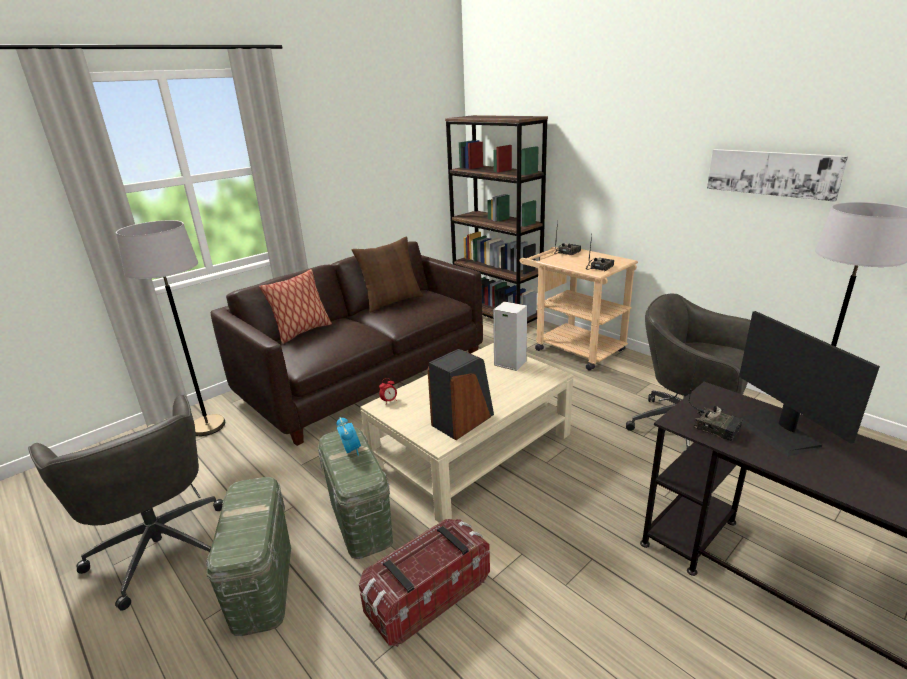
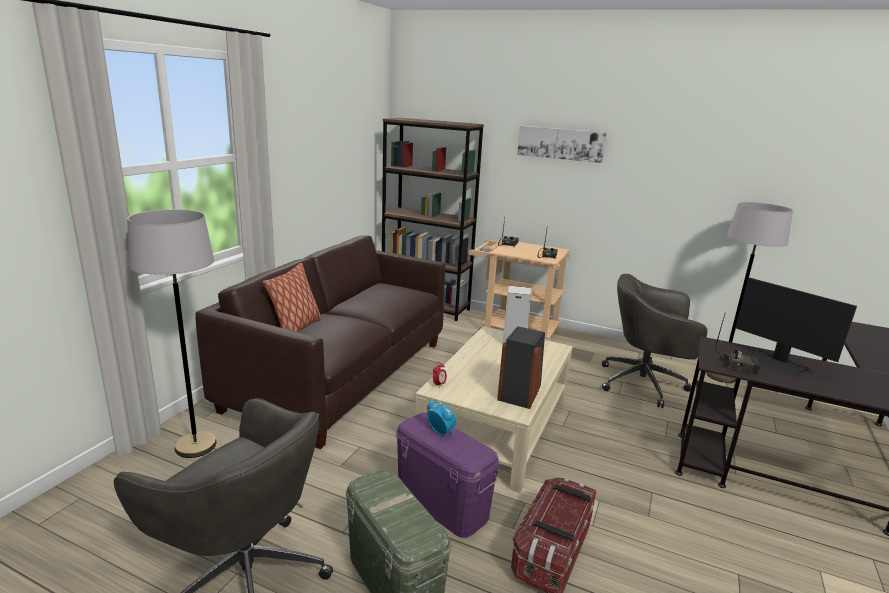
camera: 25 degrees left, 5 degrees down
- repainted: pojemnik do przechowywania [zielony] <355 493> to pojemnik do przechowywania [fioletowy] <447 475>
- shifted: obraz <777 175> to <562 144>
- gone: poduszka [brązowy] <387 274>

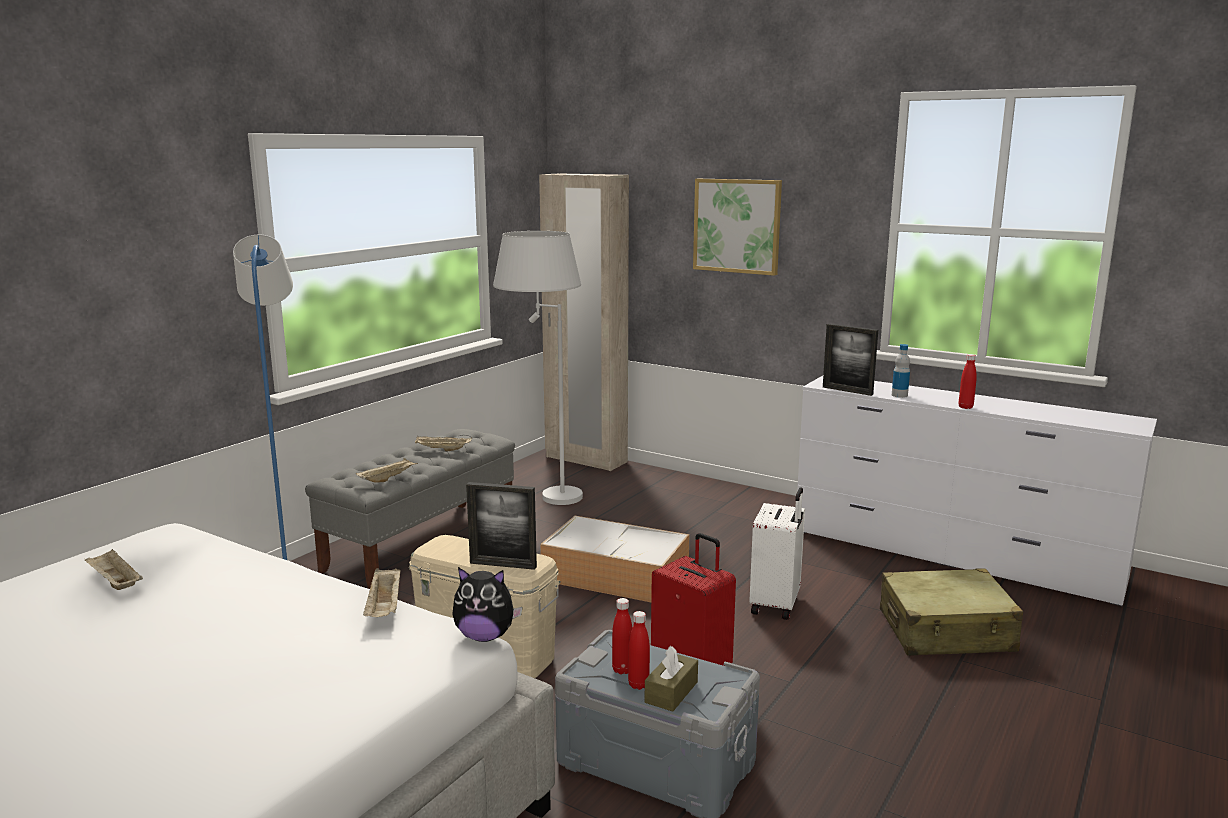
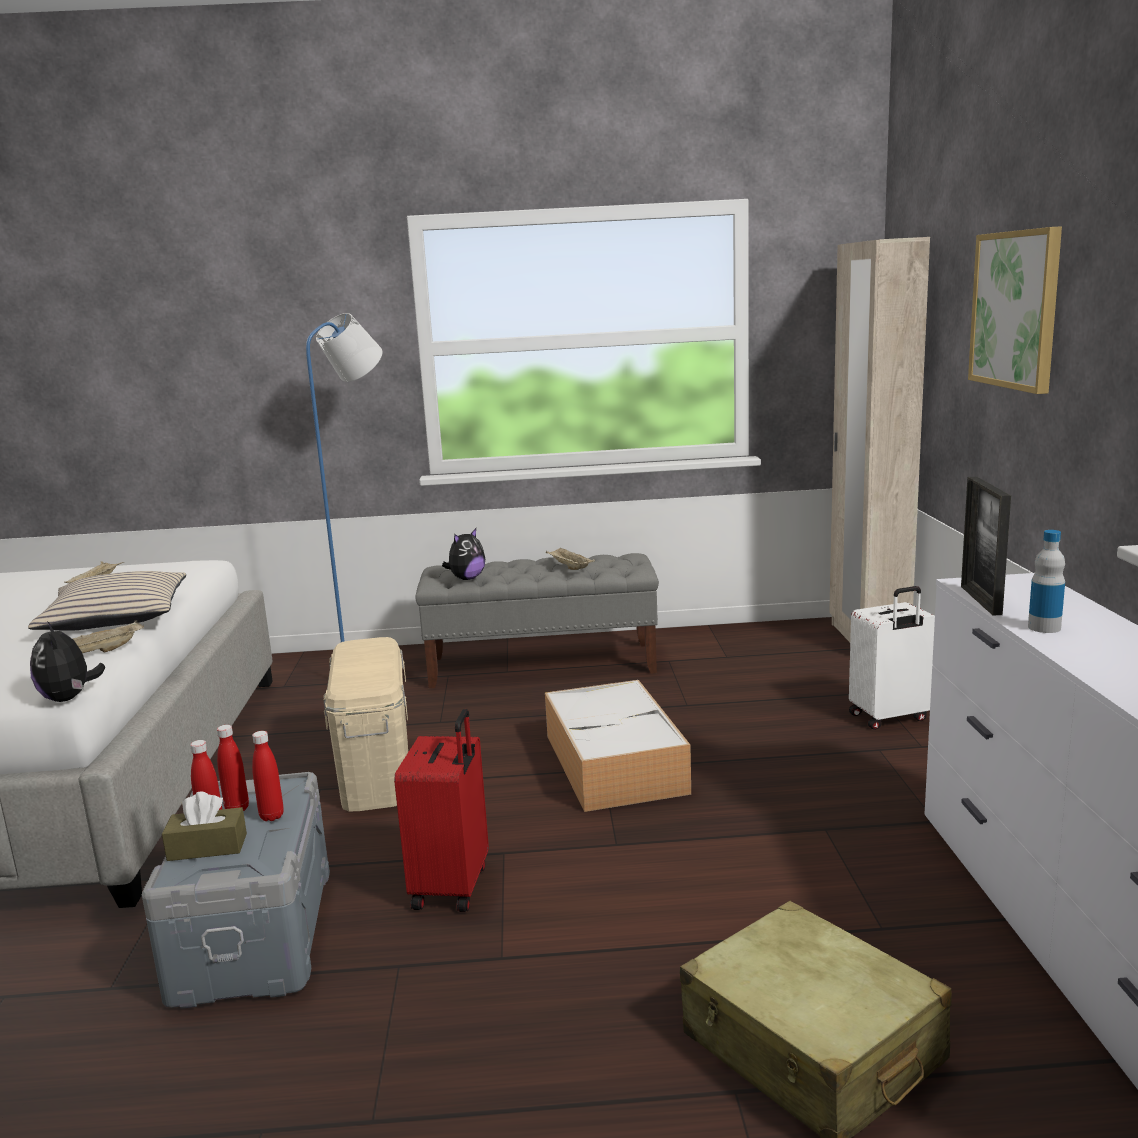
camera: 55 degrees right, 0 degrees up
- new: poduszka [beżowy] <107 601>
- shifted: butelka [czerwony] <967 381> to <268 776>
- swapped: taca [beżowy] <387 470> to pluszak <463 554>
- shifted: walizka [biały] <777 554> to <892 658>
- gone: ramka na zdjęcie <501 526>
- gone: lampa stojąca [biały] <538 368>

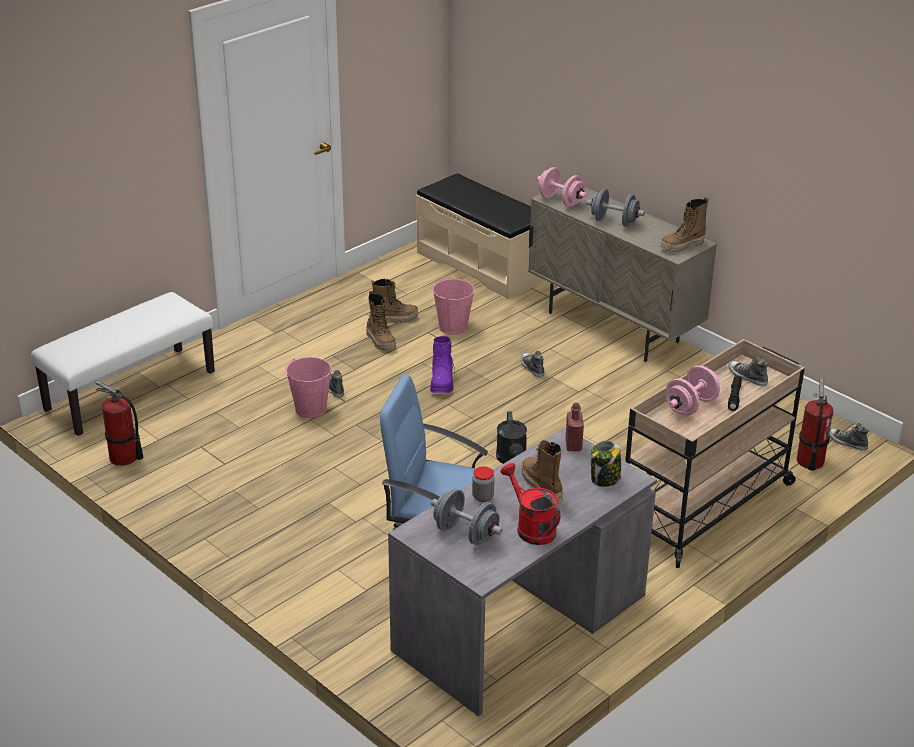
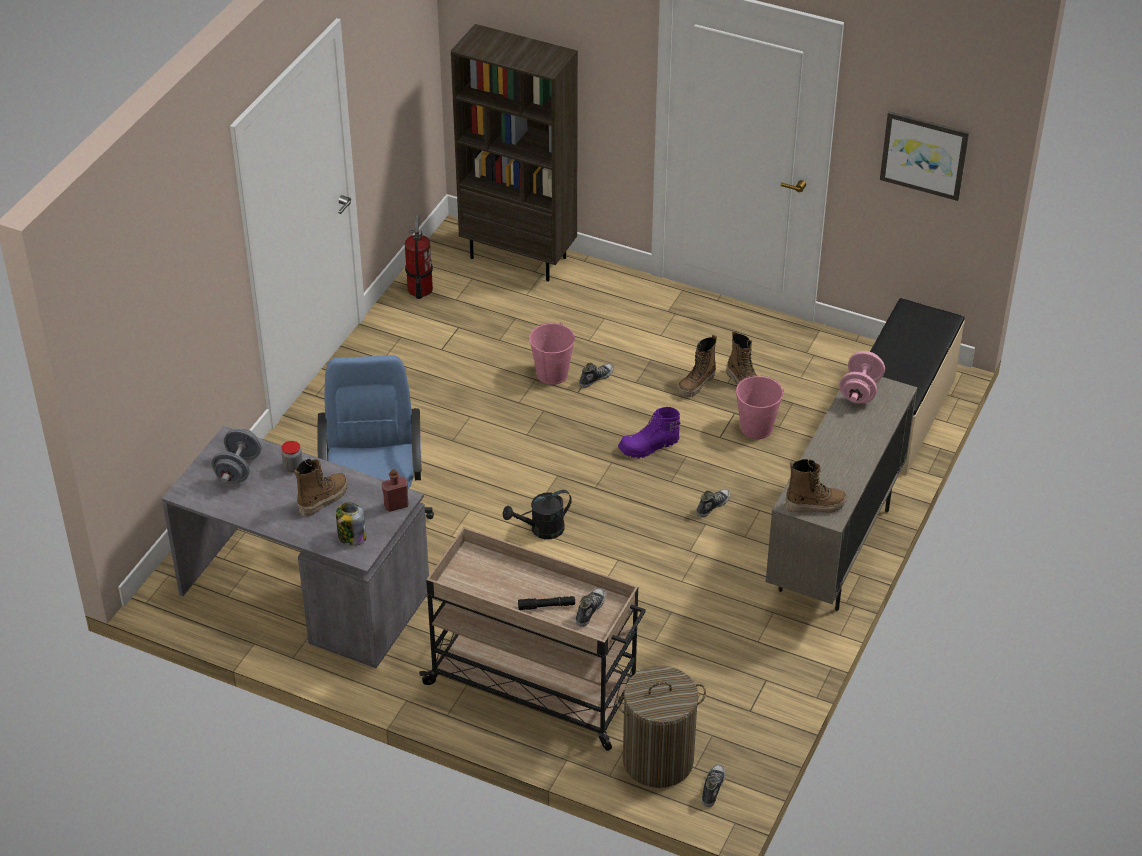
camera: 70 degrees right, 10 degrees up
- swapped: ławka [biały] <123 364> to regał [brązowy] <514 153>
- swapped: gaśnica <815 424> to kosz na pranie <661 727>
- rotated: but z cholewką <685 224> = <815 486> 135 degrees clockwise
- new: obraz <924 156>
- gone: konewka [czerwony] <530 504>
- gone: hantel [szary] <615 208>
- gone: hantel [różowy] <693 390>

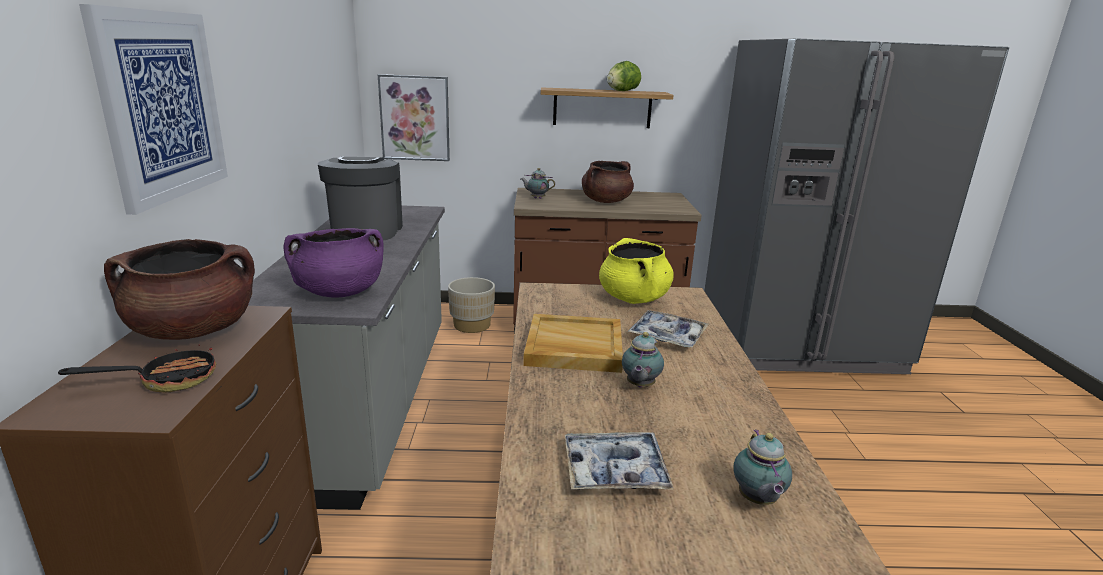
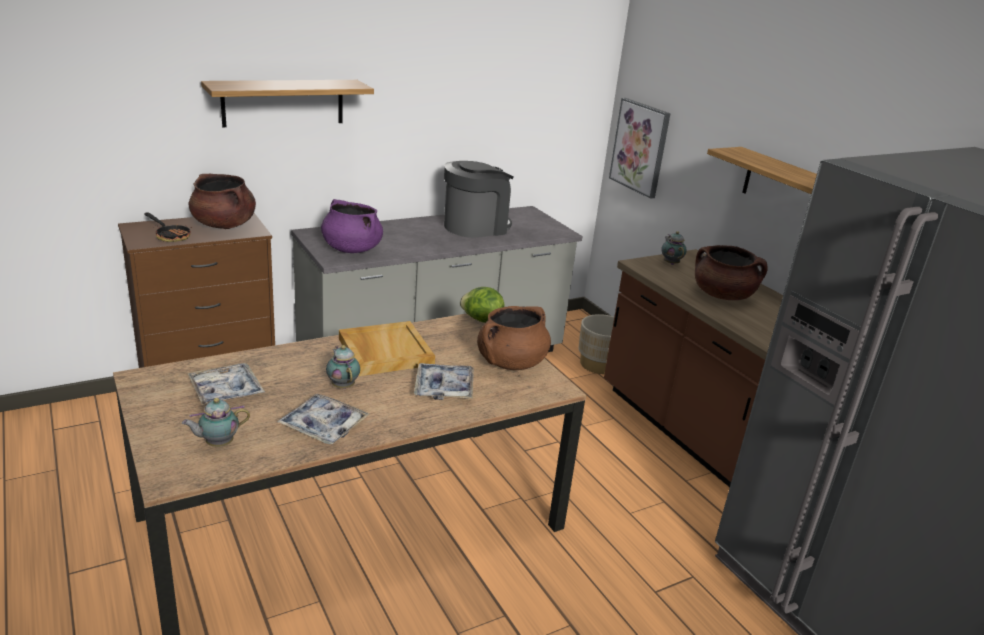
camera: 60 degrees right, 5 degrees up
- swapped: obraz <153 109> to półka <287 103>
- new: taca <323 419>
- rotated: imbryk <643 360> = <343 367> 75 degrees clockwise
- shifted: sałata <624 76> to <482 305>
- repainted: garnek [żółty] <636 271> to garnek [brązowy] <514 338>

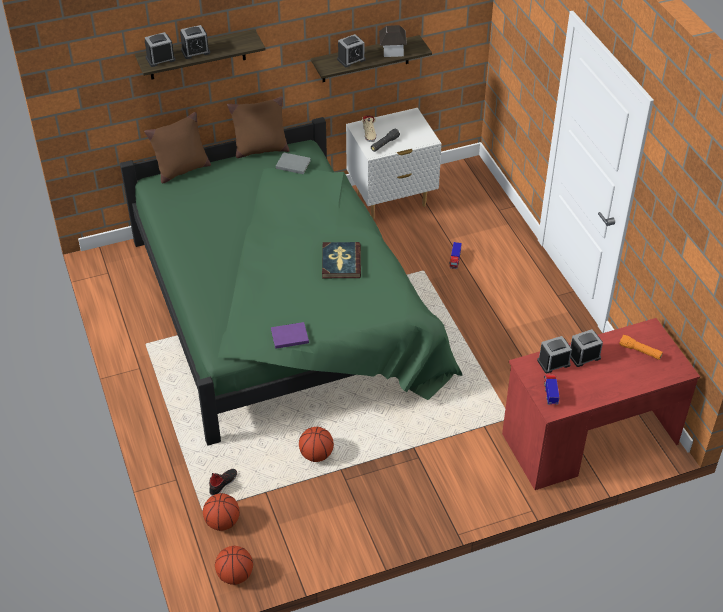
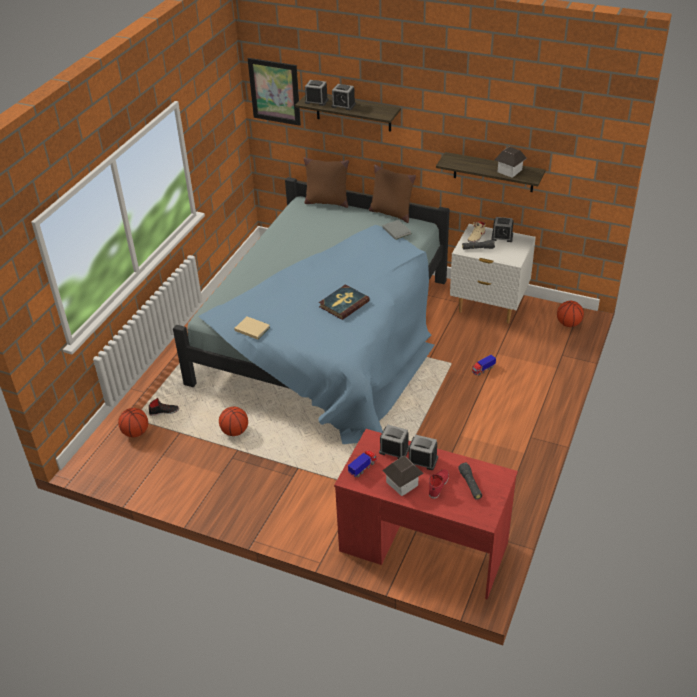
camera: 45 degrees right, 5 degrees down
- repainted: łóżko [zielony] <291 281> to łóżko [niebieski] <311 310>
- repainted: książka [fioletowy] <290 335> to książka [beżowy] <252 328>
- new: obraz <274 92>
- new: domek <403 475>
- new: but [czerwony] <439 484>
- repainted: latarka [pomarańczowy] <641 347> to latarka [czarny] <470 481>
- shifted: budzik <351 50> to <502 229>
- shifted: piłka do koszykówki <234 565> to <570 314>

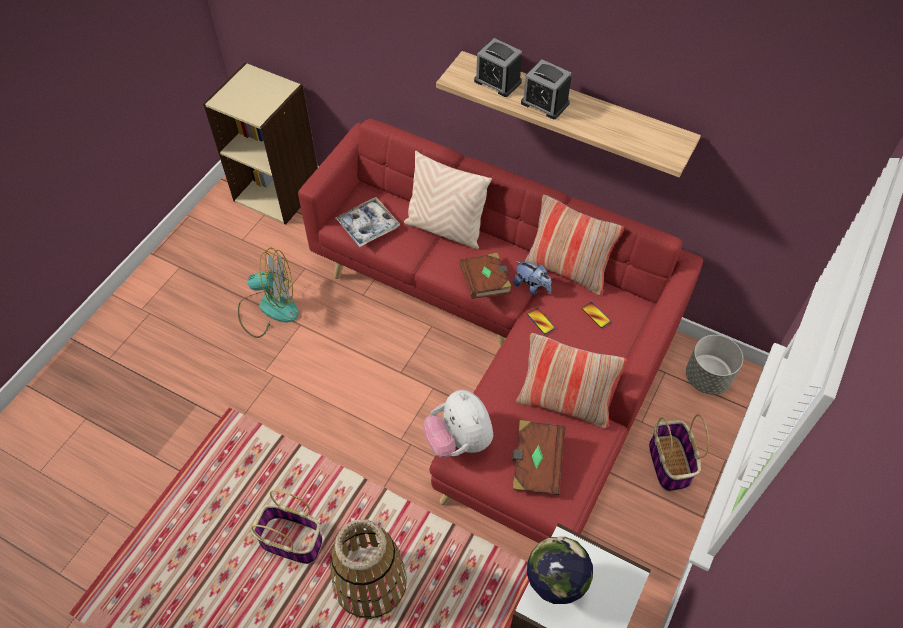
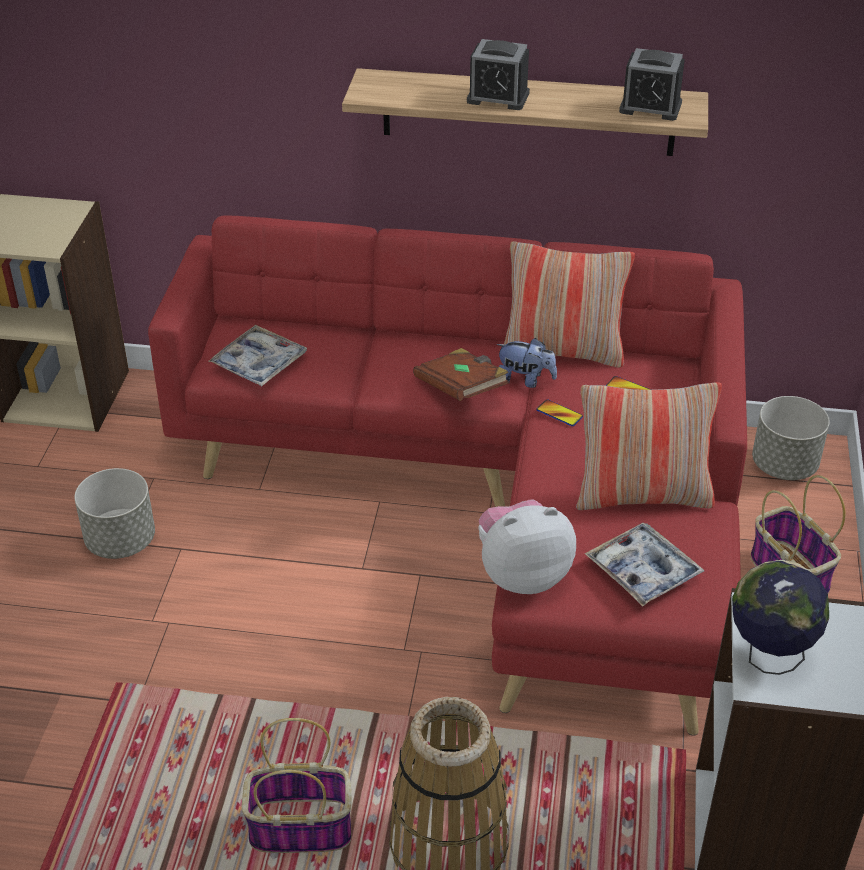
camera: 20 degrees left, 15 degrees down
- swapped: wentylator <268 293> to donica [szary] <114 513>
- rotated: pluszak <458 424> = <527 546> 120 degrees clockwise
- swapped: książka [brązowy] <539 457> to taca <644 564>
- shifted: budzik <498 67> to <652 84>
- gone: poduszka [beżowy] <448 200>

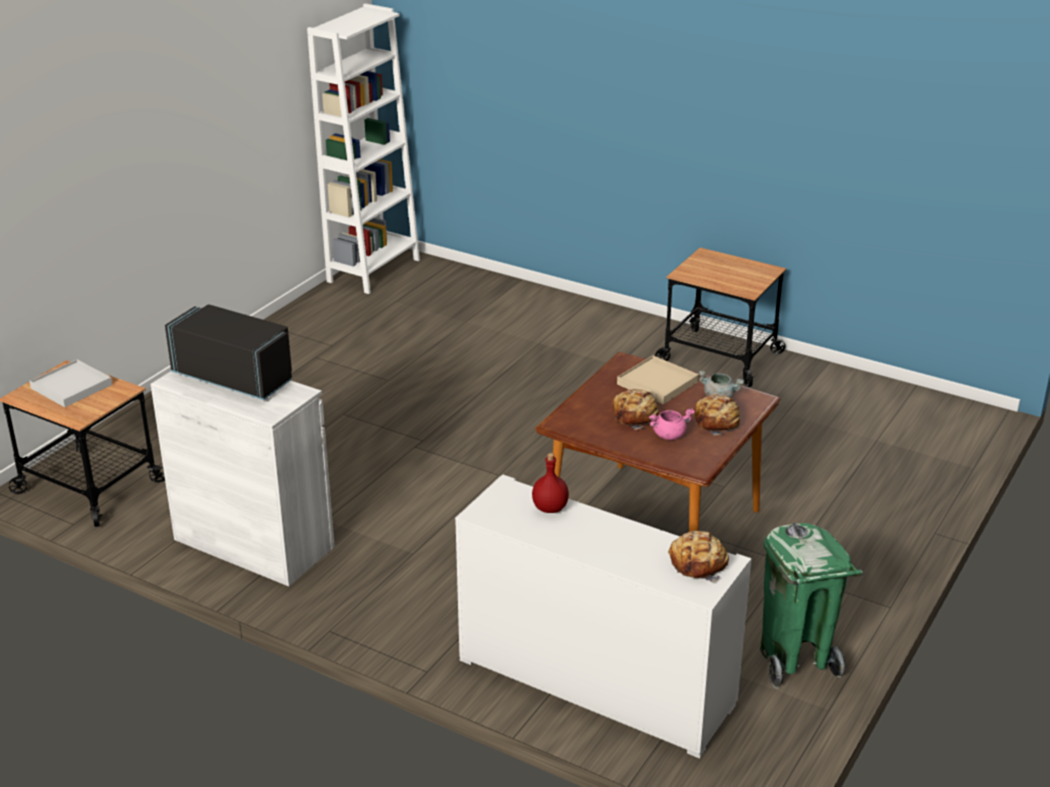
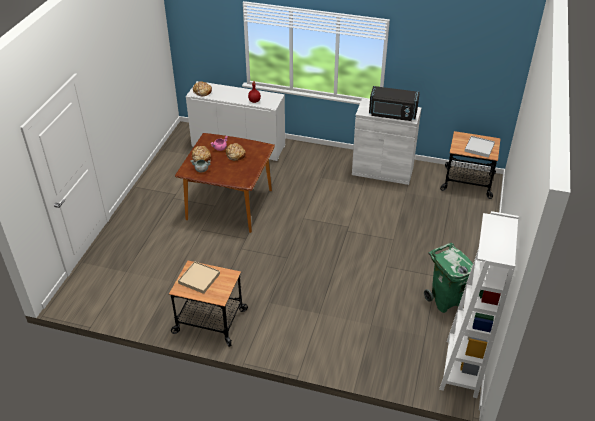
camera: 165 degrees right, 10 degrees up
- shifted: taca [beżowy] <658 380> to <199 277>
- shifted: kosz na śmieci [zielony] <812 606> to <448 278>

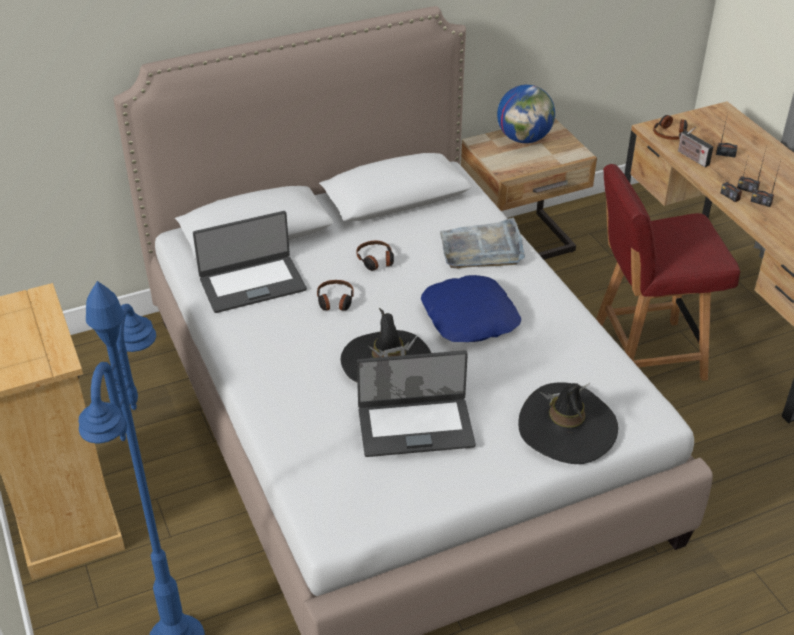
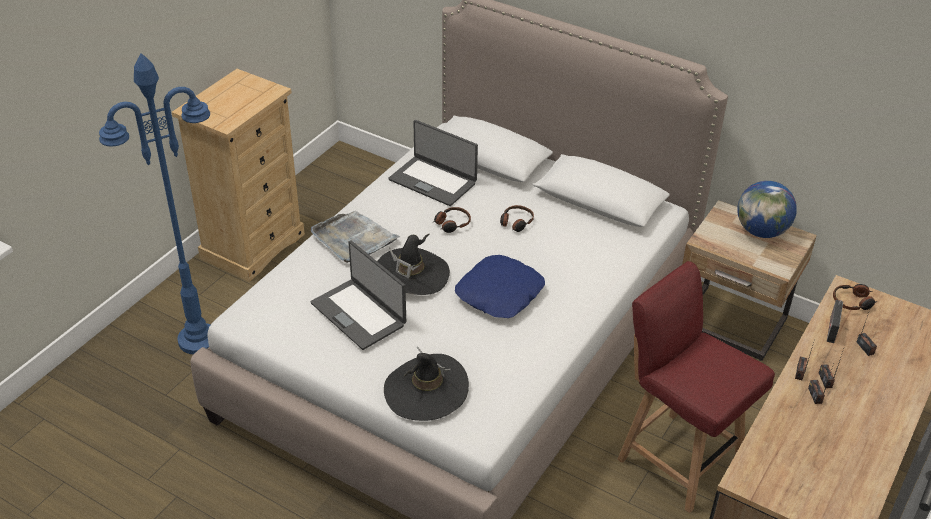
camera: 55 degrees right, 0 degrees up
- shifted: taca [szary] <482 243> to <355 237>

